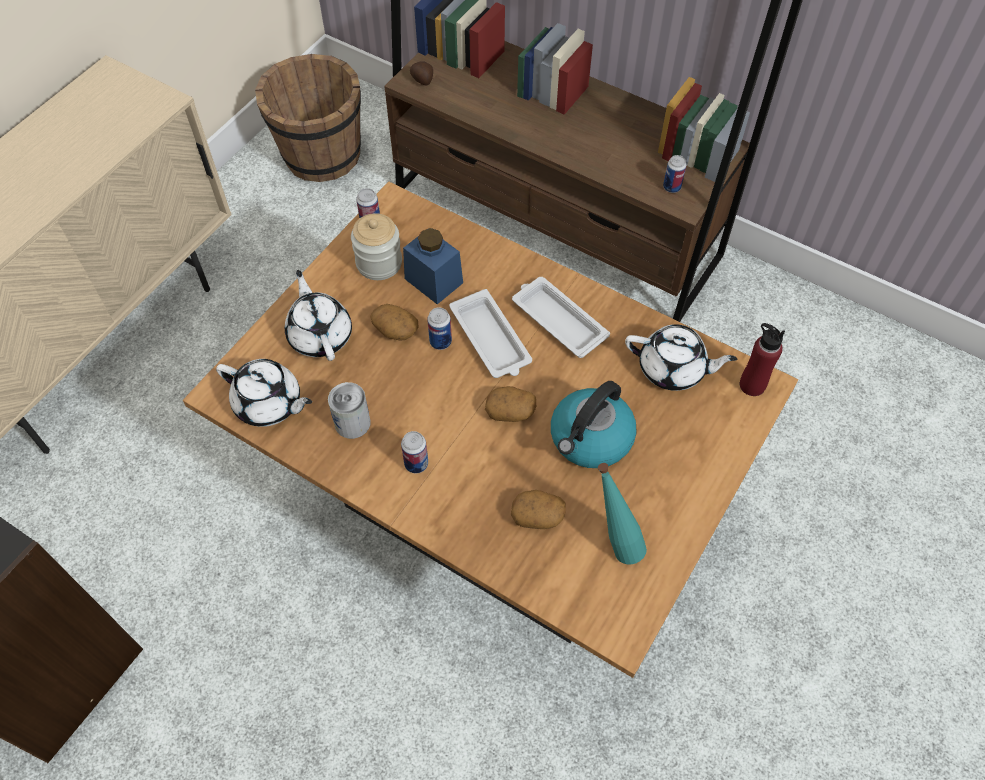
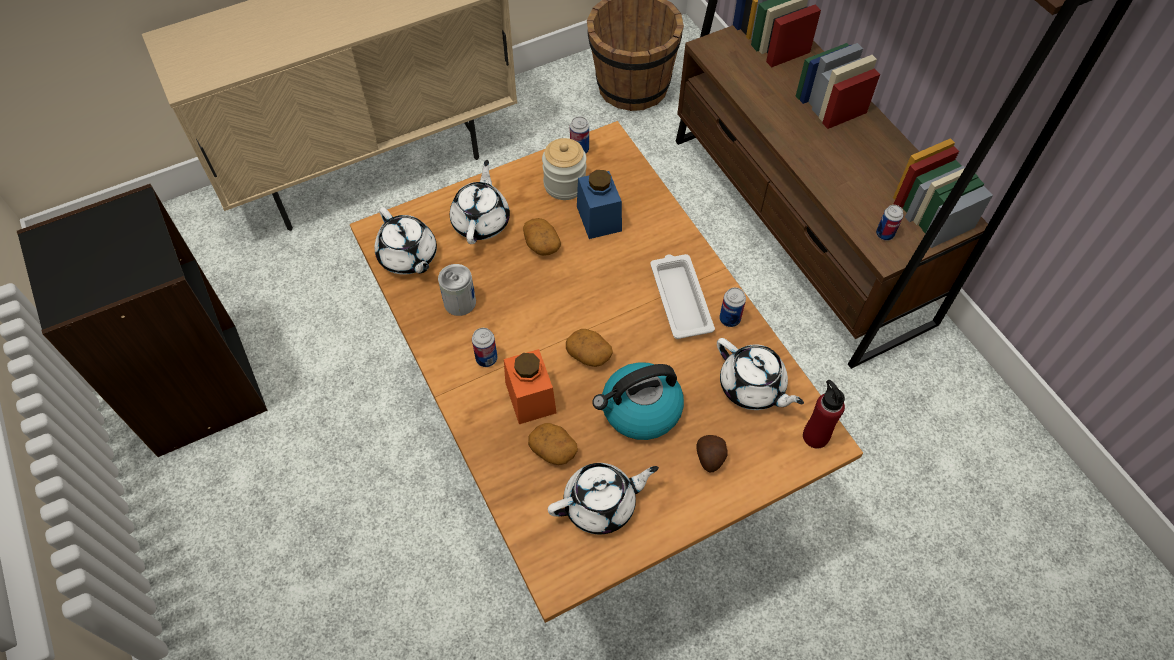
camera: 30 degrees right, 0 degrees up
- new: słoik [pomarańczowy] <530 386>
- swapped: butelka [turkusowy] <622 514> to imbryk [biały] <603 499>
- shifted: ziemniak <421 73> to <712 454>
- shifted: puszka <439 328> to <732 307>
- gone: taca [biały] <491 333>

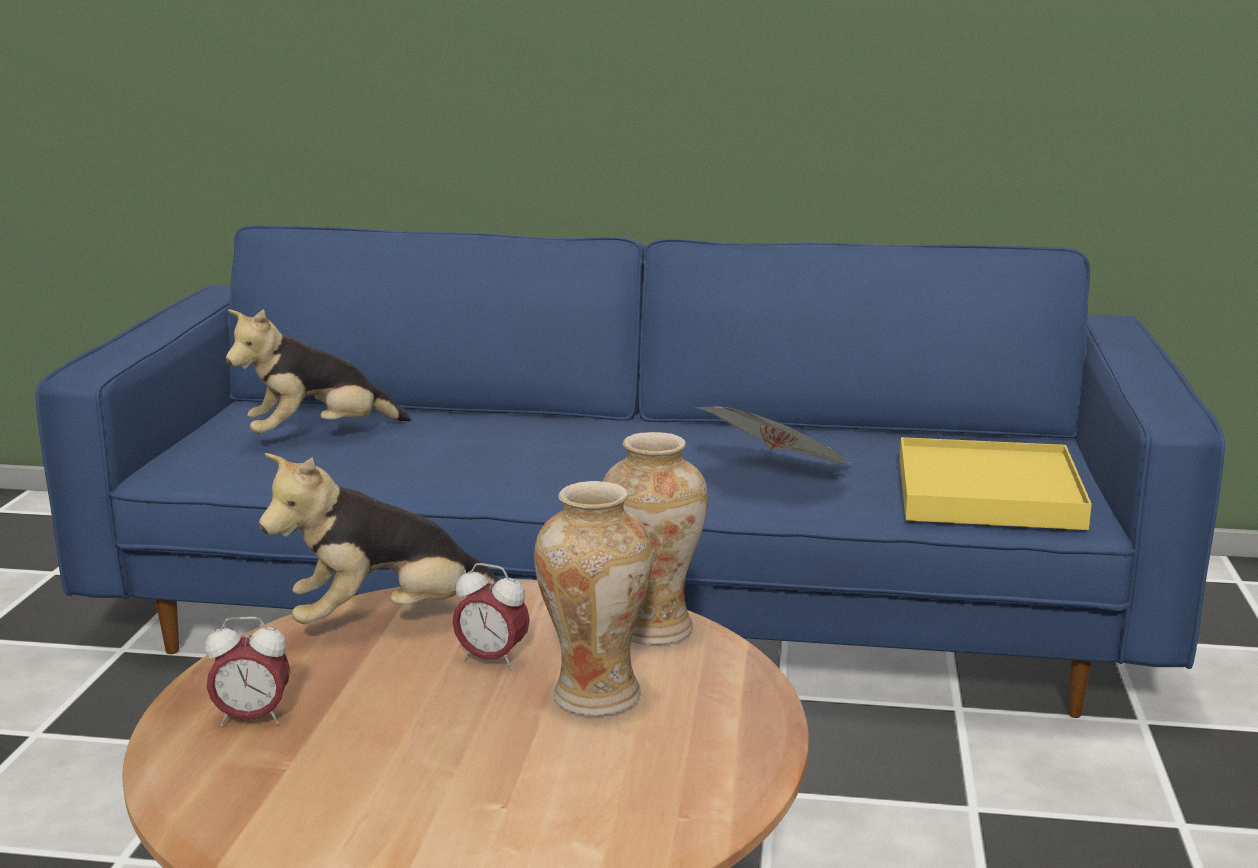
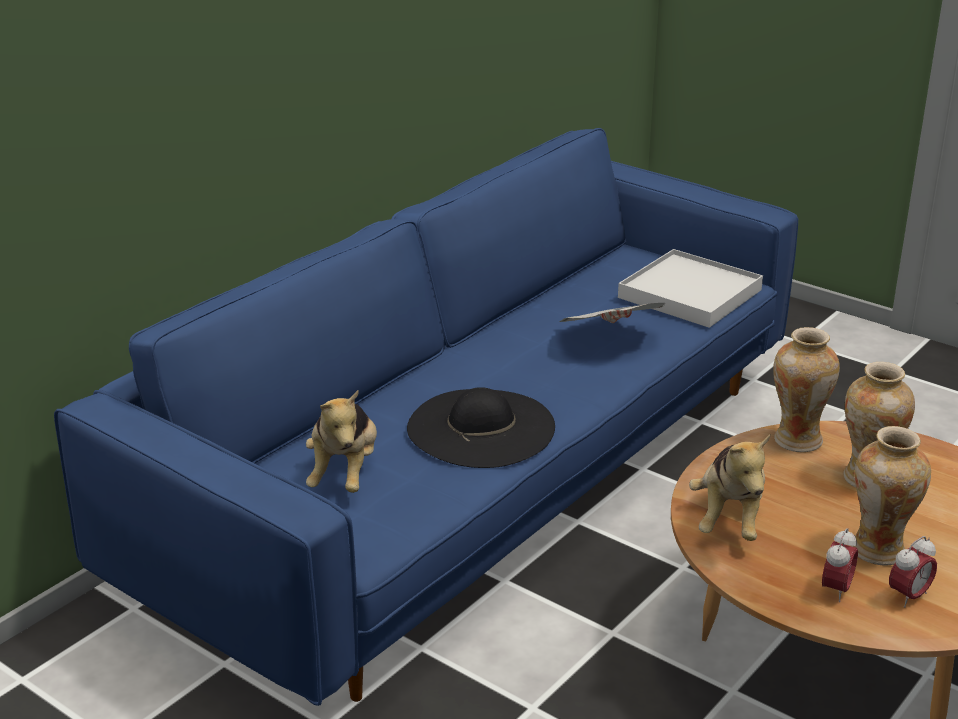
camera: 60 degrees left, 10 degrees up
- new: kapelusz [czarny] <481 427>
- repainted: taca [żółty] <996 483> to taca [biały] <690 288>
- new: wazon <890 496>
- shifted: budzik <491 616> to <913 572>

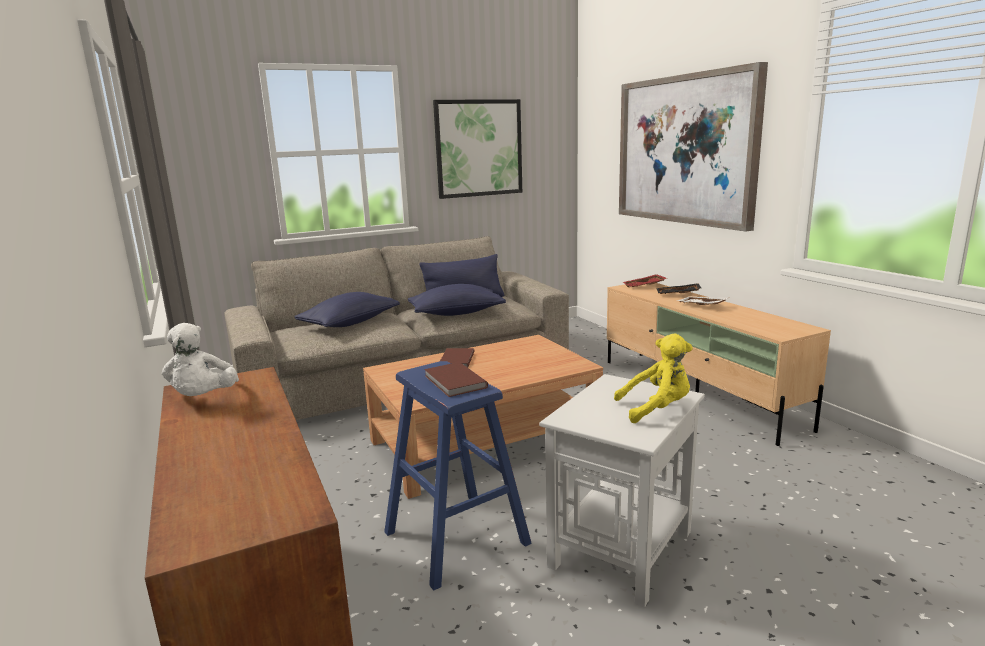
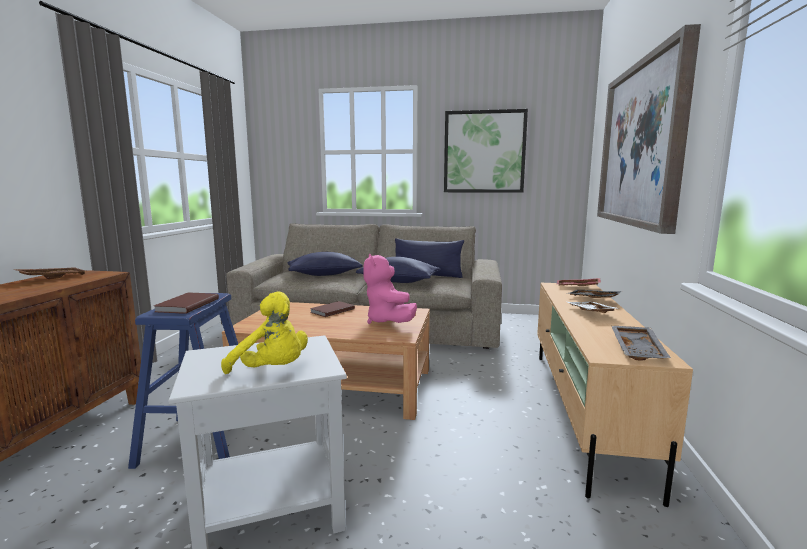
camera: 35 degrees right, 5 degrees down
- swapped: pluszak [biały] <200 359> to taca [brązowy] <50 273>
- new: pluszak [różowy] <390 289>
- new: taca [szary] <641 343>

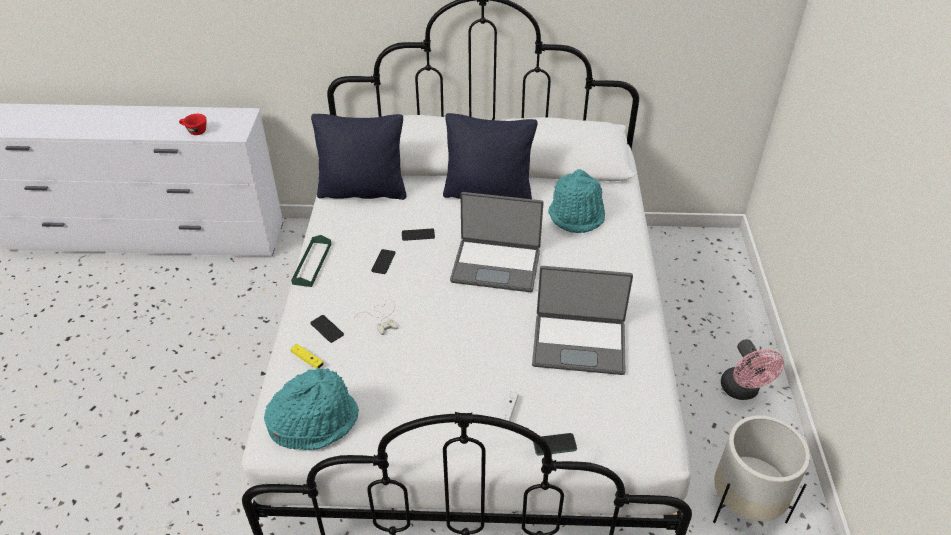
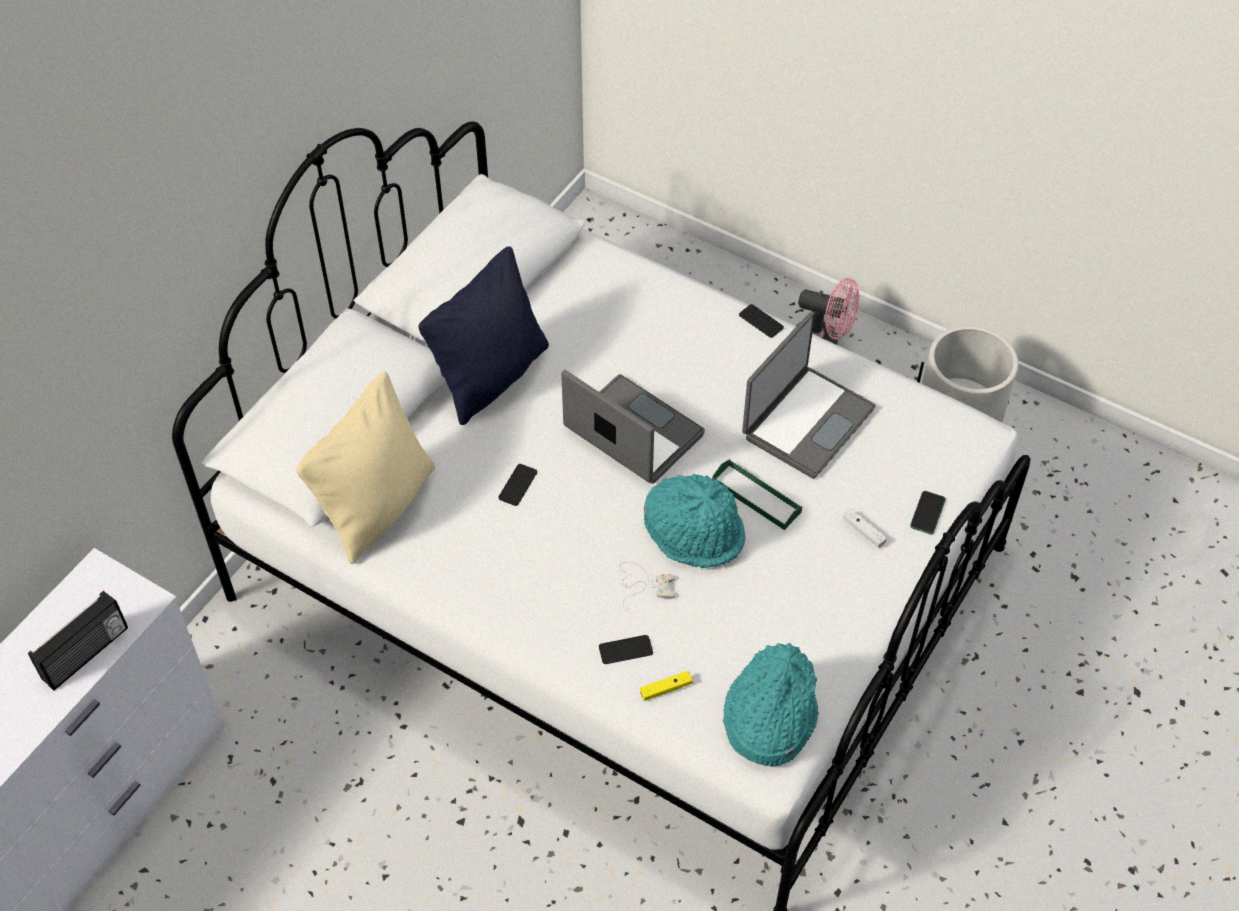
camera: 60 degrees left, 10 degrees up
- swapped: filiżanka [czerwony] <193 124> to radio <78 641>
- repainted: poduszka [czarny] <359 157> to poduszka [beżowy] <365 467>
- rotated: laptop <497 242> = <633 427> 90 degrees counterclockwise
- shifted: kapelusz [turkusowy] <576 201> to <694 521>
- shifted: taca [zielony] <311 261> to <757 494>
- shifted: telefon <383 261> to <761 321>

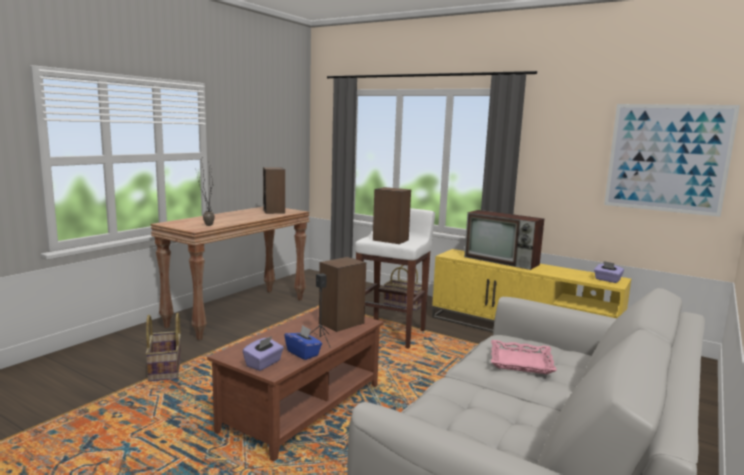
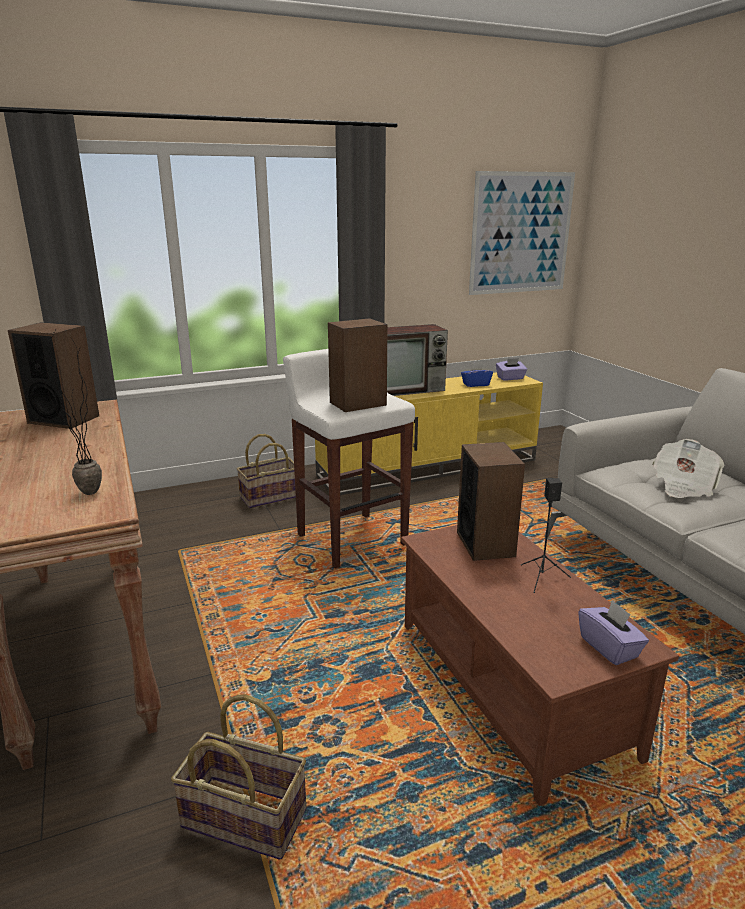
camera: 55 degrees left, 10 degrees up
- shifted: pudełko chusteczek [niebieski] <303 342> to <477 374>
- swapped: taca [różowy] <524 357> to gazeta <688 468>

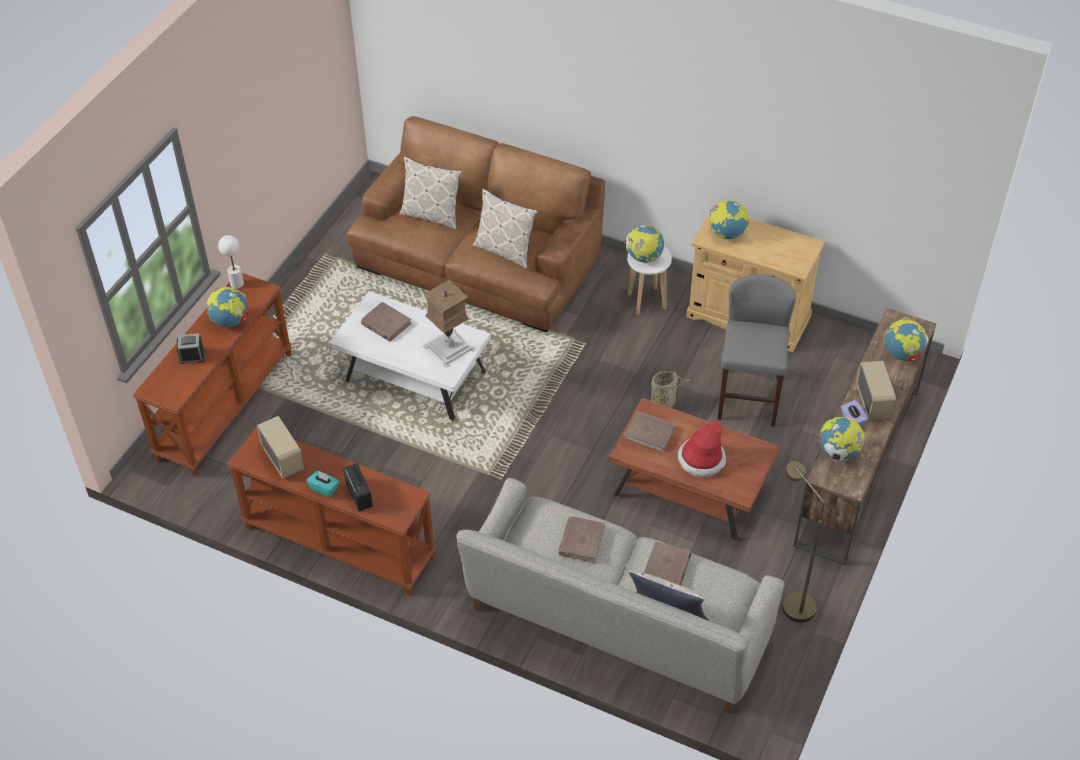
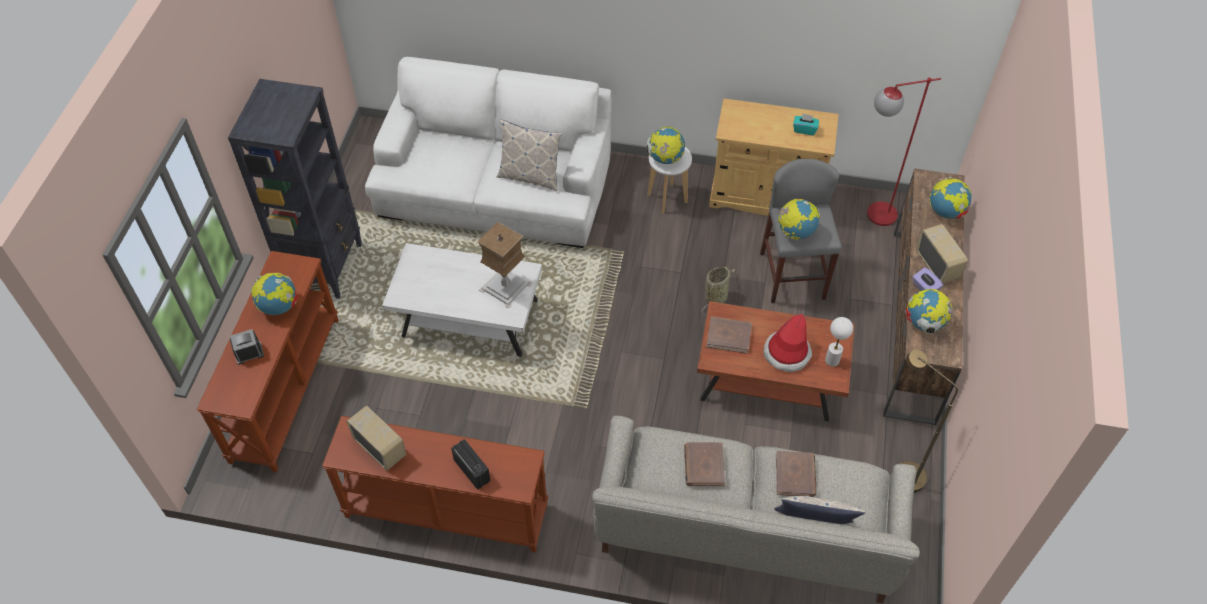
camera: 15 degrees left, 5 degrees up
- new: regał [czarny] <295 189>
- repainted: kanapa [brązowy] <476 224> to kanapa [biały] <488 152>
- shifted: globus <729 219> to <799 219>
- shifted: pudełko chusteczek [turkusowy] <323 484> to <806 124>
- shifted: lampa stołowa [biały] <231 262> to <839 342>
- new: lampa stojąca [czerwony] <904 152>
- gone: książka [brązowy] <386 322>
- gone: poduszka <430 193>

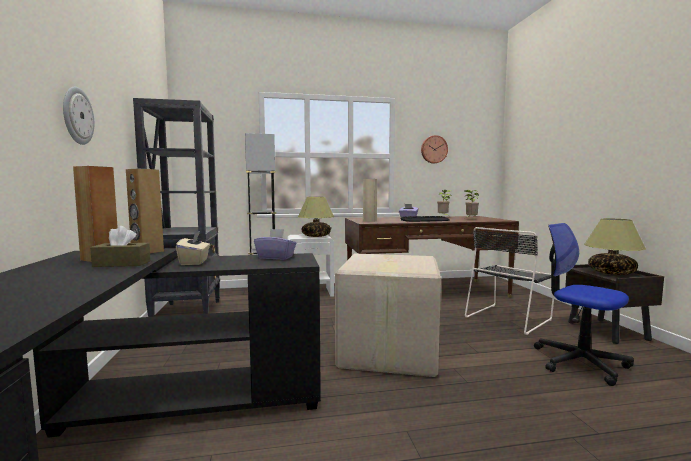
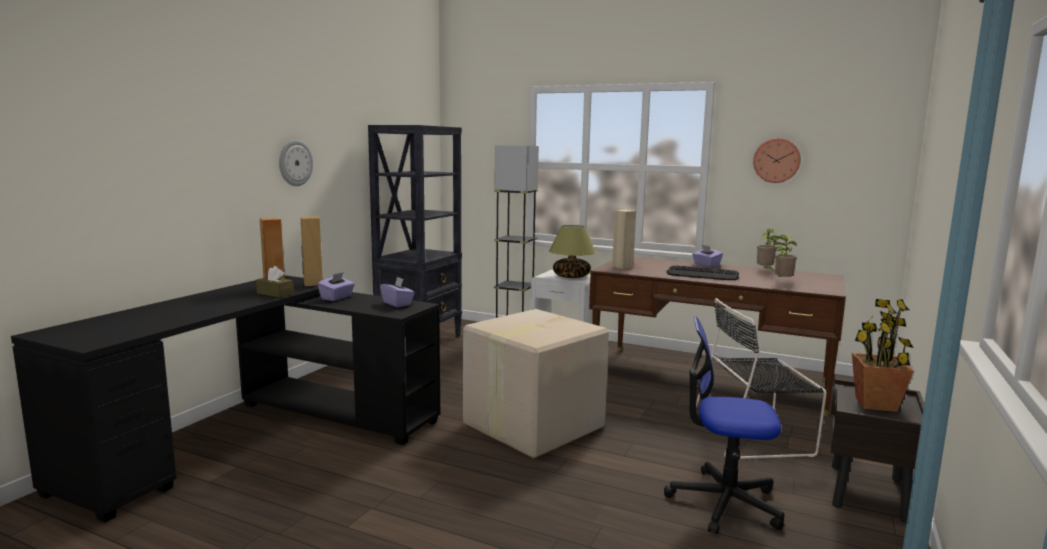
camera: 35 degrees right, 5 degrees up
- repainted: pudełko chusteczek [beżowy] <193 248> to pudełko chusteczek [fioletowy] <336 286>
- rotated: krzesło biurowe <584 304> = <724 425> 75 degrees counterclockwise
- swapped: lampa stołowa <615 246> to roślina doniczkowa <883 355>

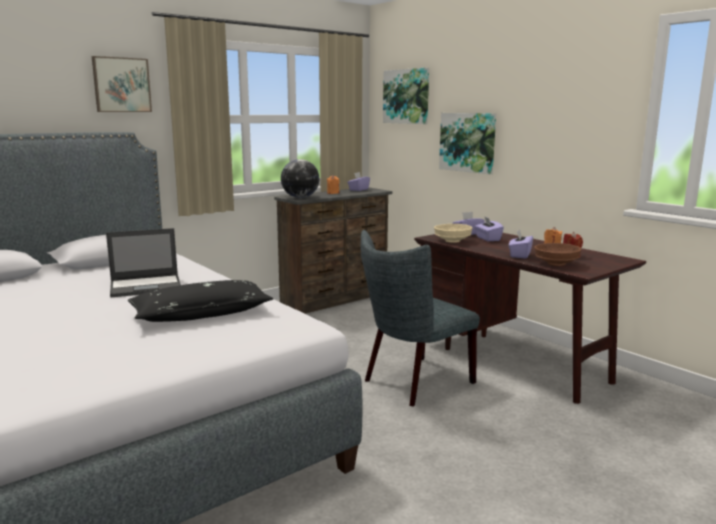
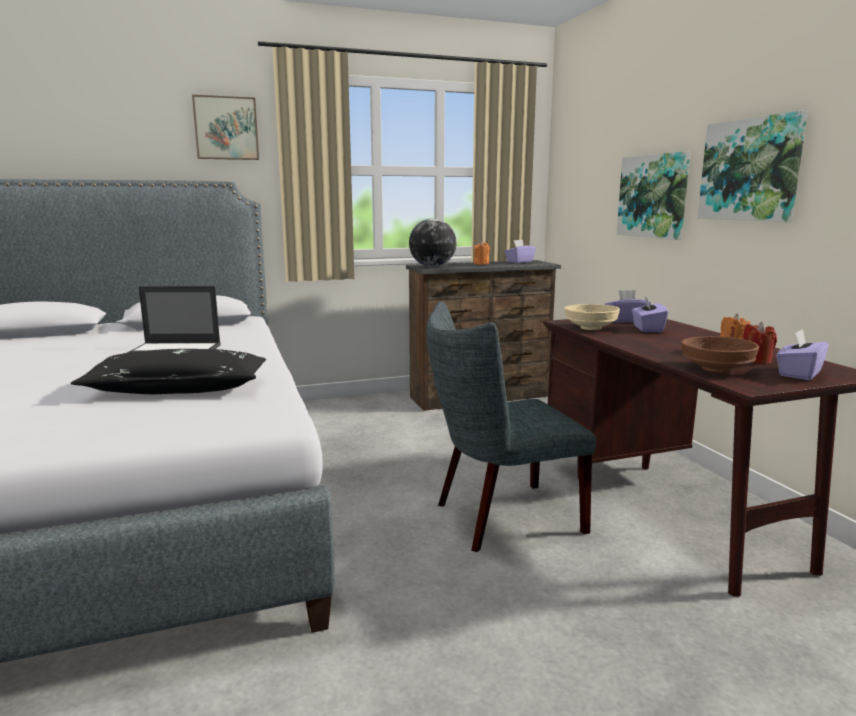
camera: 20 degrees right, 0 degrees up
- shifted: obraz <406 96> to <753 166>
- shifted: pudełko chusteczek [fioletowy] <521 244> to <803 354>

